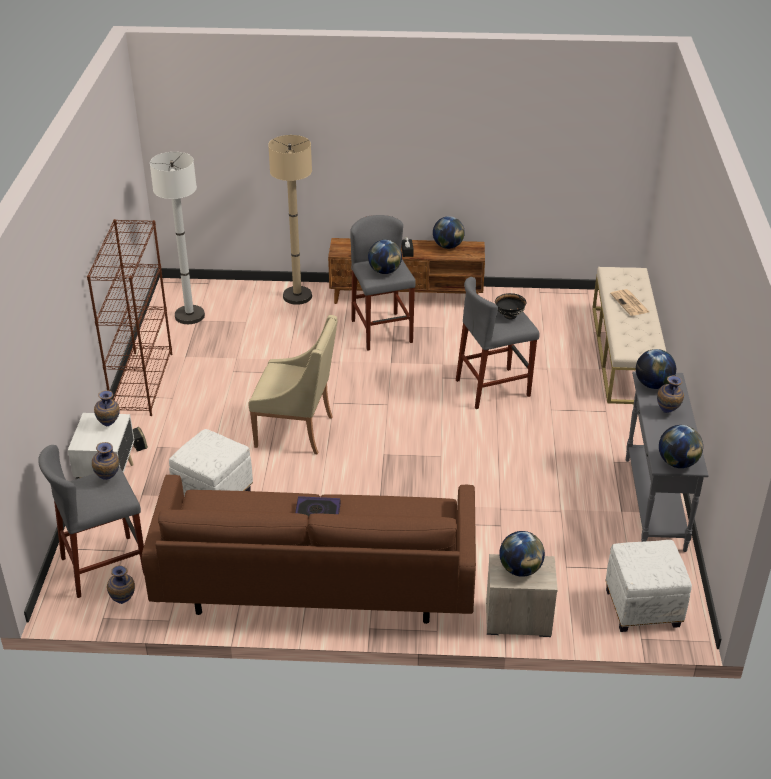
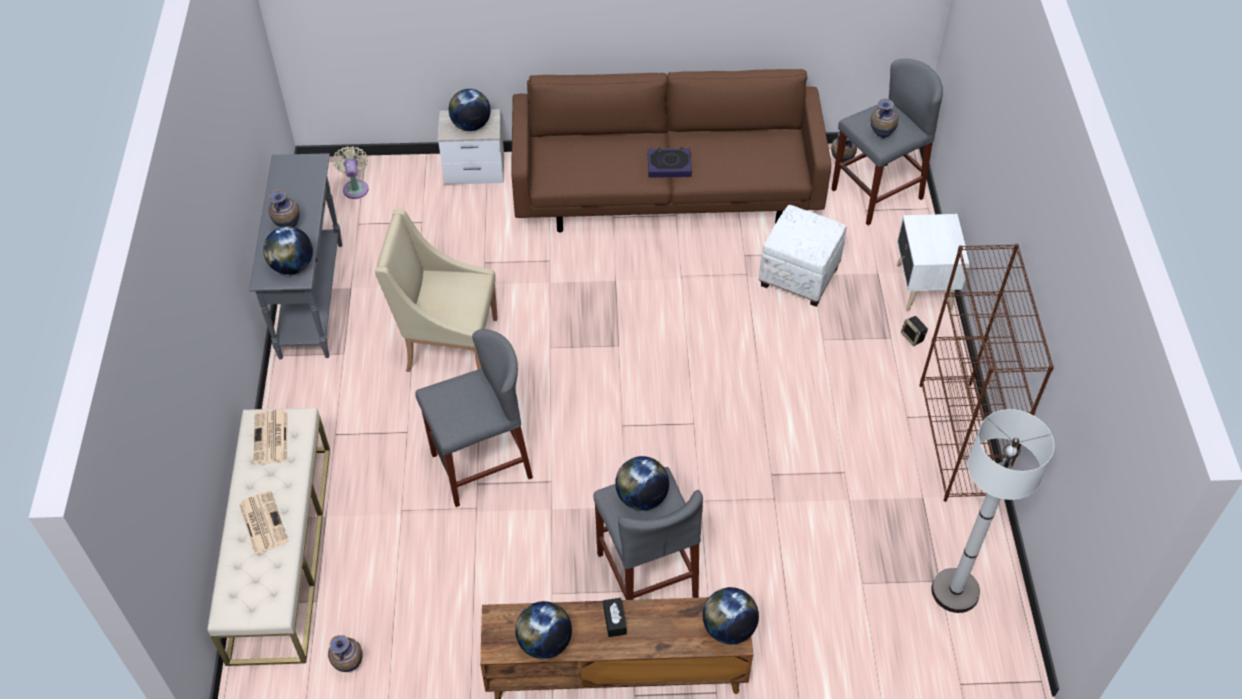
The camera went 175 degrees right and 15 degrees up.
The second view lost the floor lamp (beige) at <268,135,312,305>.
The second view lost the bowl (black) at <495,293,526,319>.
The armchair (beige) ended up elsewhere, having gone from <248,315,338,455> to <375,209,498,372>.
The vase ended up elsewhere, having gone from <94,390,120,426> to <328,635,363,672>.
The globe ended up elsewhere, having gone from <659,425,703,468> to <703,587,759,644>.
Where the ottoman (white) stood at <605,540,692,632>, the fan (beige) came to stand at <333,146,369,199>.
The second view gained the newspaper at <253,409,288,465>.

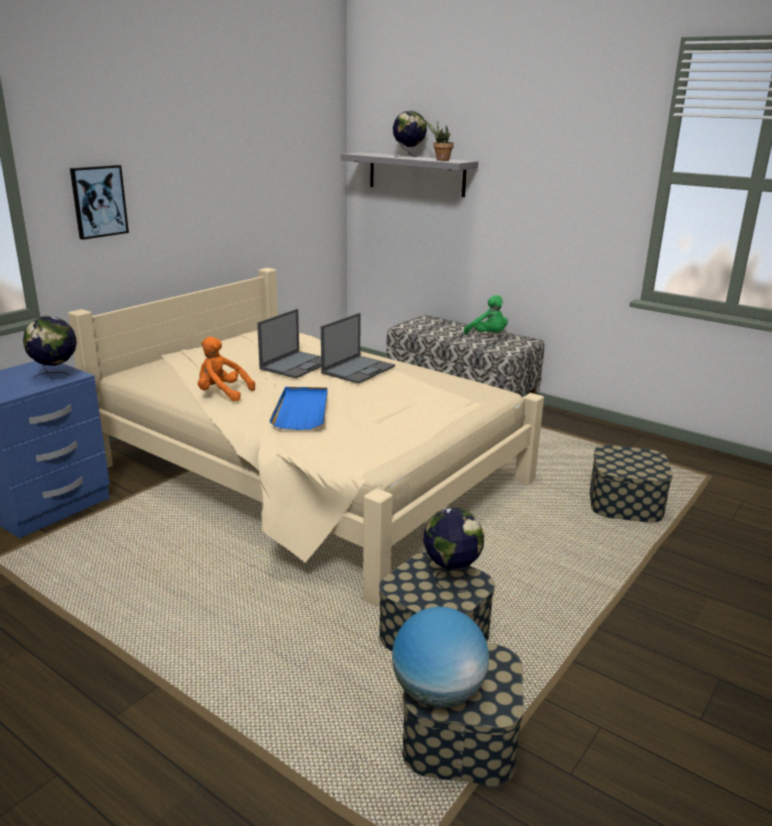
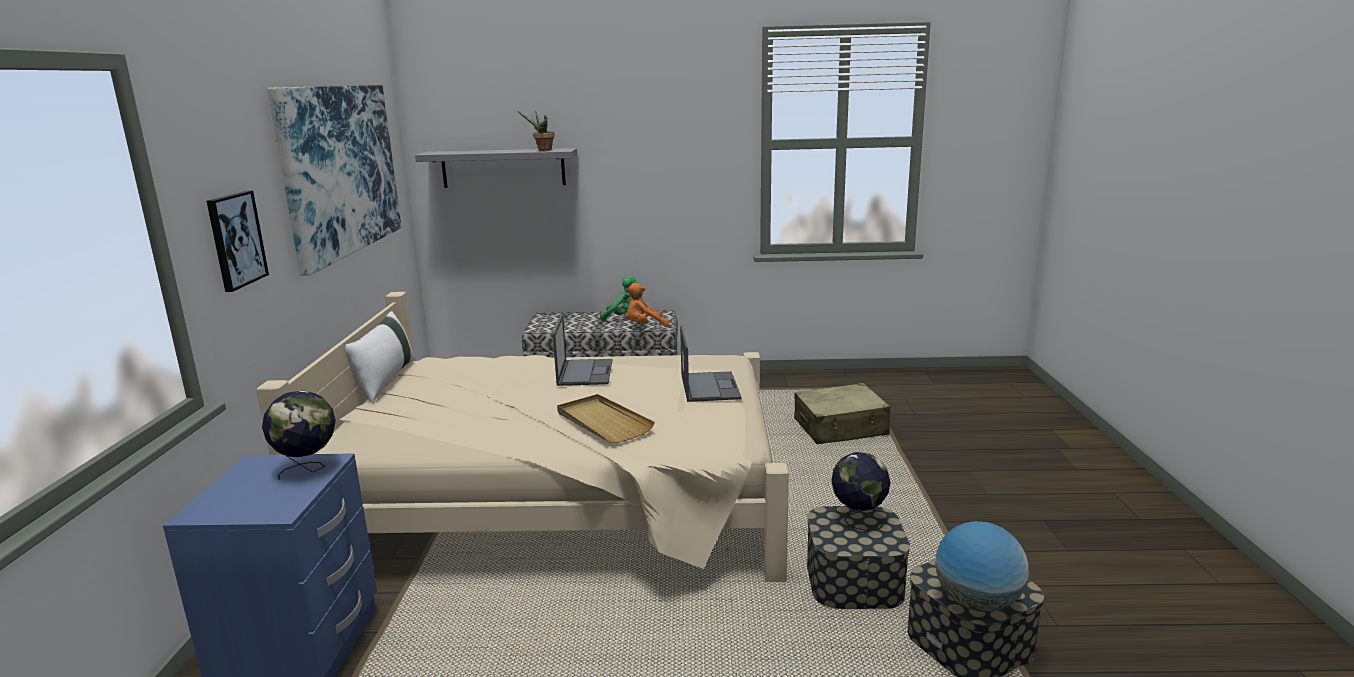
The camera went 35 degrees left and 5 degrees down.
The second view lost the globe at <393,111,427,157>.
The laptop ended up elsewhere, having gone from <257,309,321,378> to <680,326,742,402>.
The plush toy (orange) ended up elsewhere, having gone from <198,337,255,401> to <625,283,669,327>.
What was the tray (blue) at <269,387,328,430> turned into the tray (beige) at <557,394,655,443>.
Where the storage box stood at <590,445,673,523>, the suitcase (beige) came to stand at <794,383,890,444>.
The second view gained the picture at <267,85,401,276>.
The second view gained the pillow (white) at <345,311,415,403>.

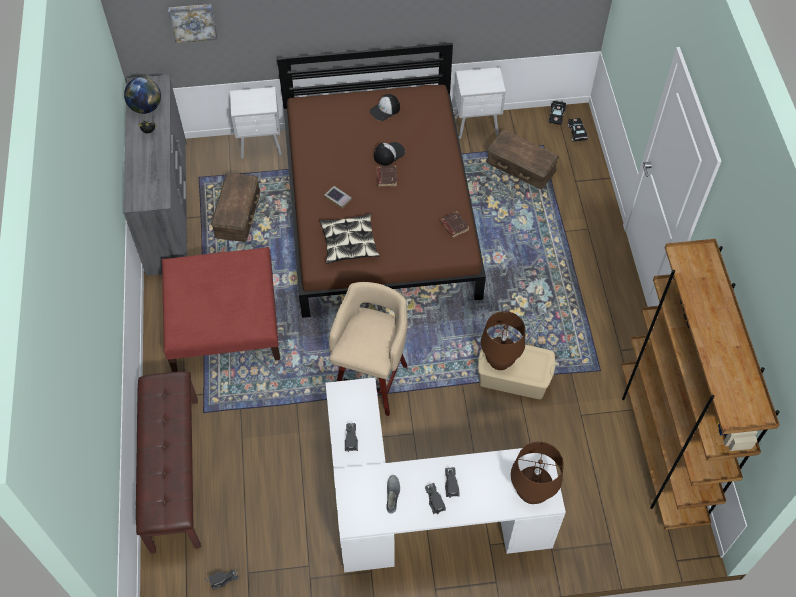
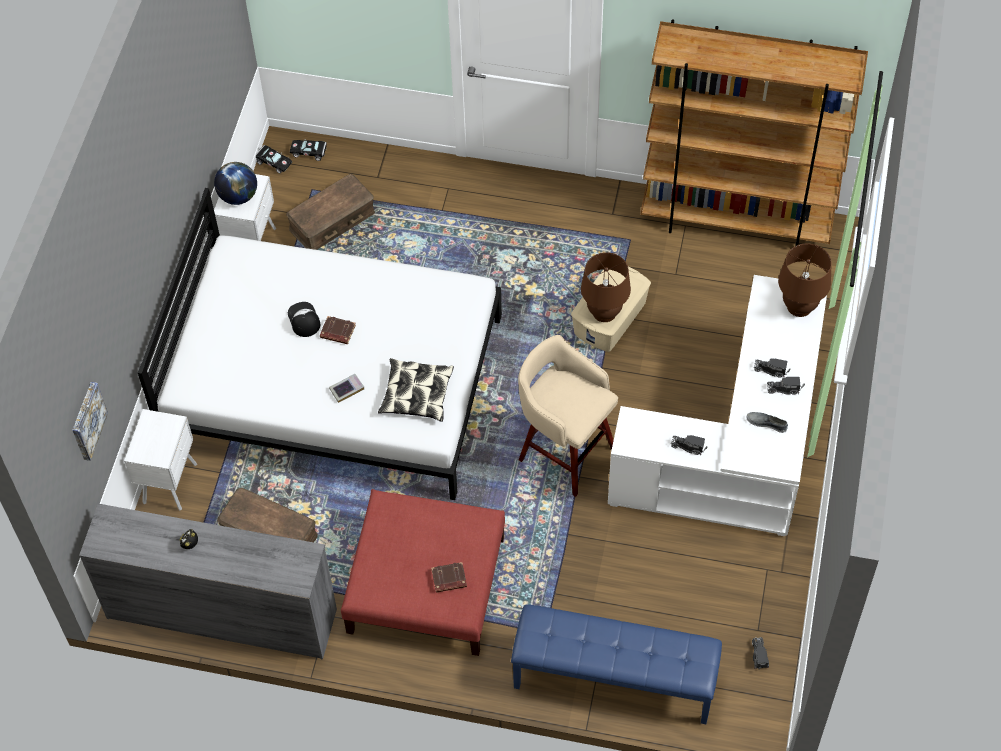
The camera went 70 degrees left and 0 degrees up.
What was the bed (brown) at <277,43,486,318> turned into the bed (white) at <138,188,502,500>.
The globe ended up elsewhere, having gone from <124,77,161,114> to <214,162,257,205>.
The second view lost the cap at <370,94,400,121>.
The book (brown) ended up elsewhere, having gone from <440,211,469,238> to <431,562,467,593>.
What was the bench (brown) at <136,371,201,553> turned into the bench (blue) at <511,604,722,724>.

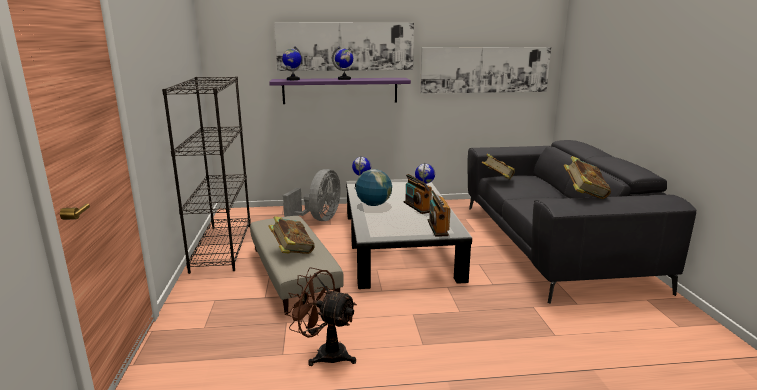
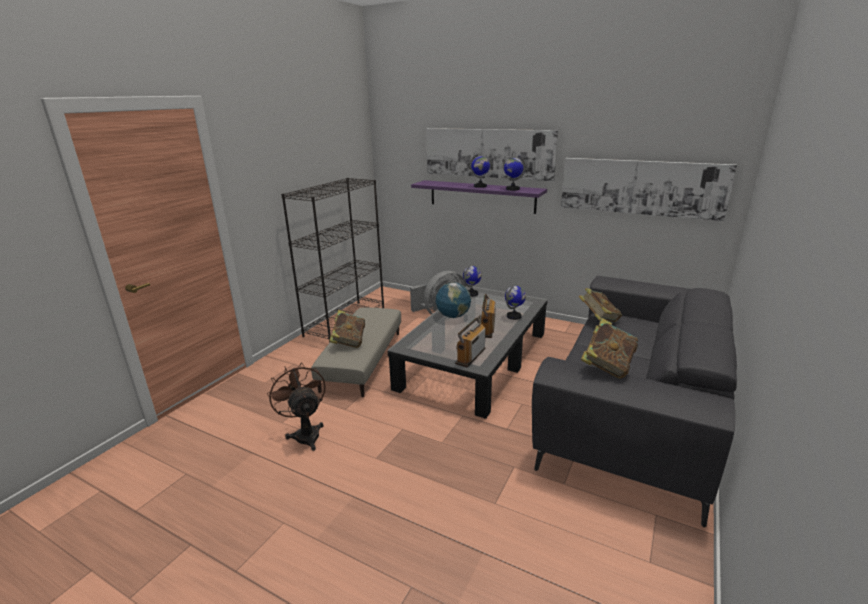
The camera went 35 degrees right and 5 degrees up.
The globe ended up elsewhere, having gone from <282,46,302,80> to <504,155,525,191>.

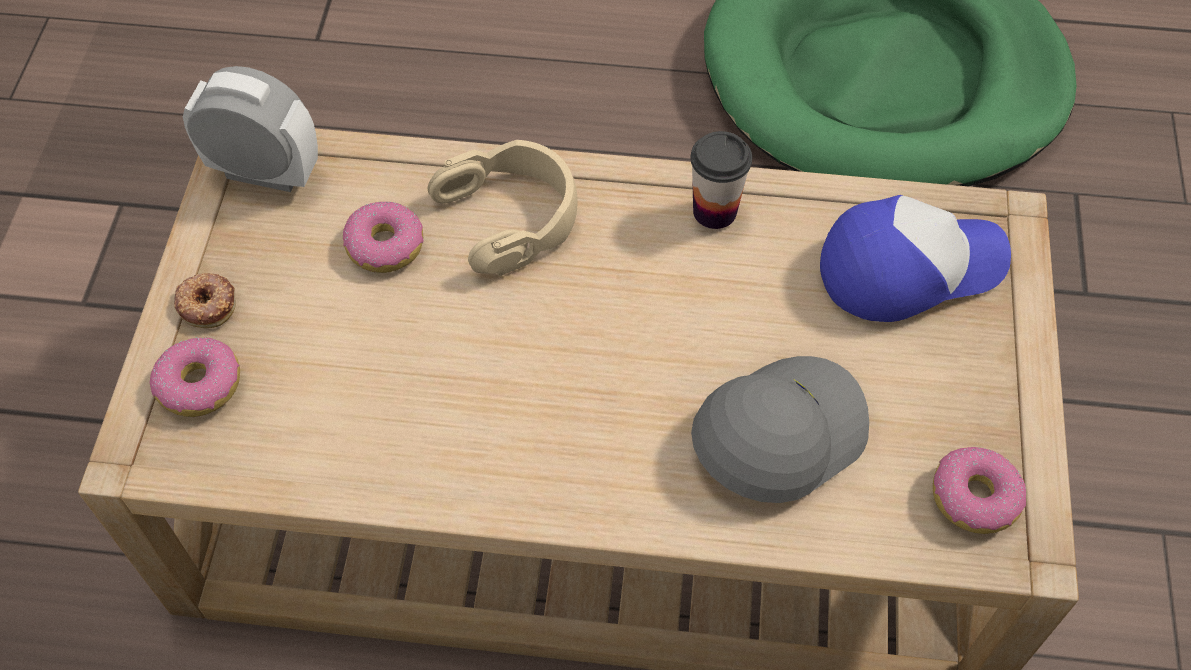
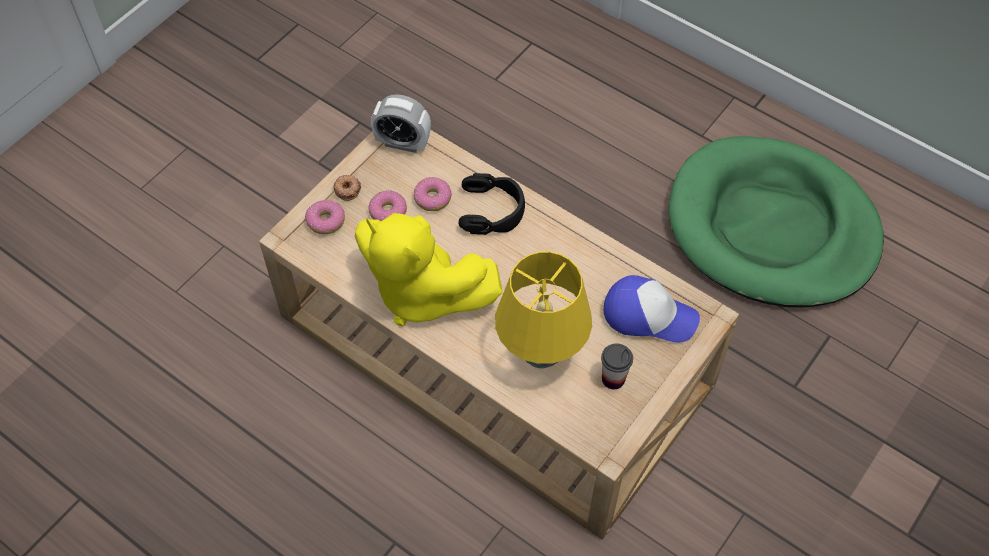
The camera went 30 degrees right and 0 degrees up.
The alarm clock at <183,66,318,192> ended up facing another way, 150 degrees clockwise from before.
The cup ended up elsewhere, having gone from <690,131,752,229> to <601,344,633,389>.
What was the headphones (beige) at <428,140,578,276> turned into the headphones (black) at <459,173,525,235>.
Where the cap (grey) stood at <691,356,869,503>, the table lamp (yellow) came to stand at <495,252,592,368>.
The donut ended up elsewhere, having gone from <933,447,1026,534> to <369,190,407,221>.
The second view gained the plush toy (yellow) at <355,213,503,327>.

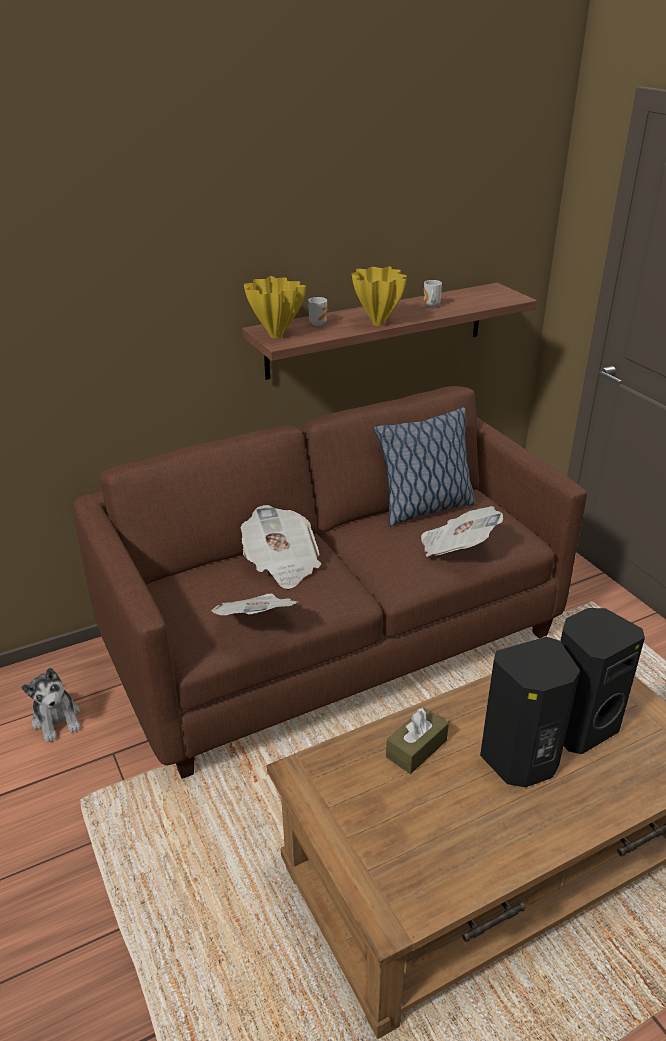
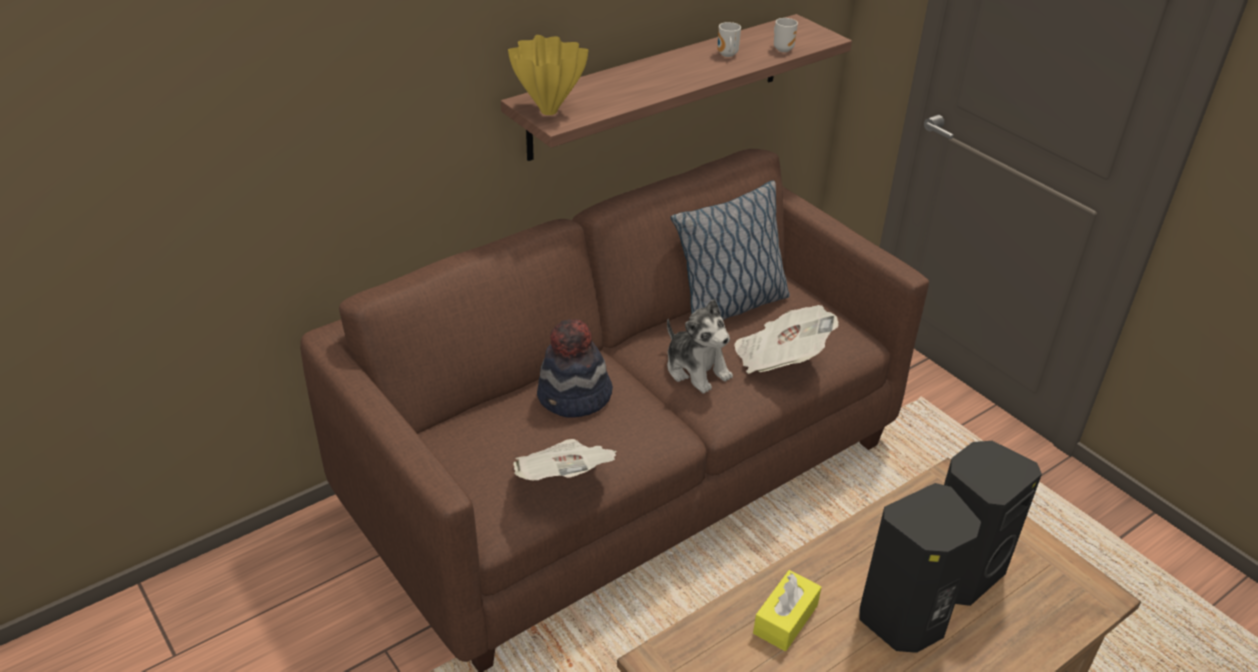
The camera went 10 degrees left and 5 degrees up.
The second view lost the vase (yellow) at <352,267,407,326>.
The mug ended up elsewhere, having gone from <308,297,327,326> to <774,18,798,52>.
Where the newspaper stood at <241,505,321,589>, the hat came to stand at <537,319,613,417>.
The plush toy ended up elsewhere, having gone from <21,667,81,743> to <667,299,733,393>.
What was the tissue box (brown) at <386,707,449,774> turned into the tissue box (yellow) at <753,570,821,651>.

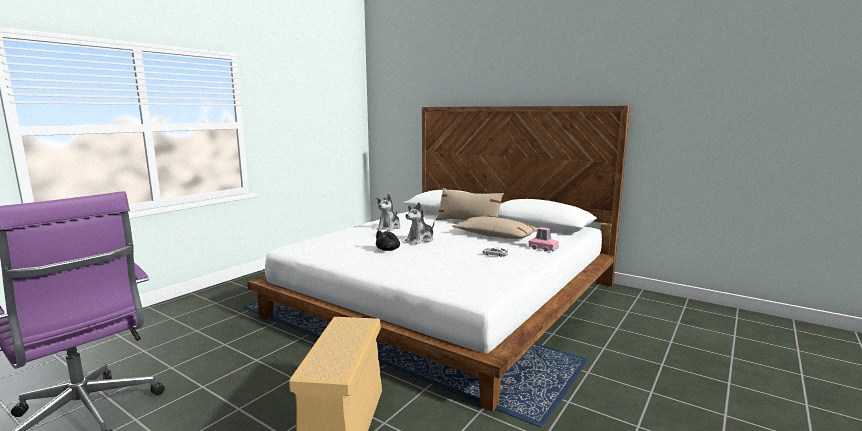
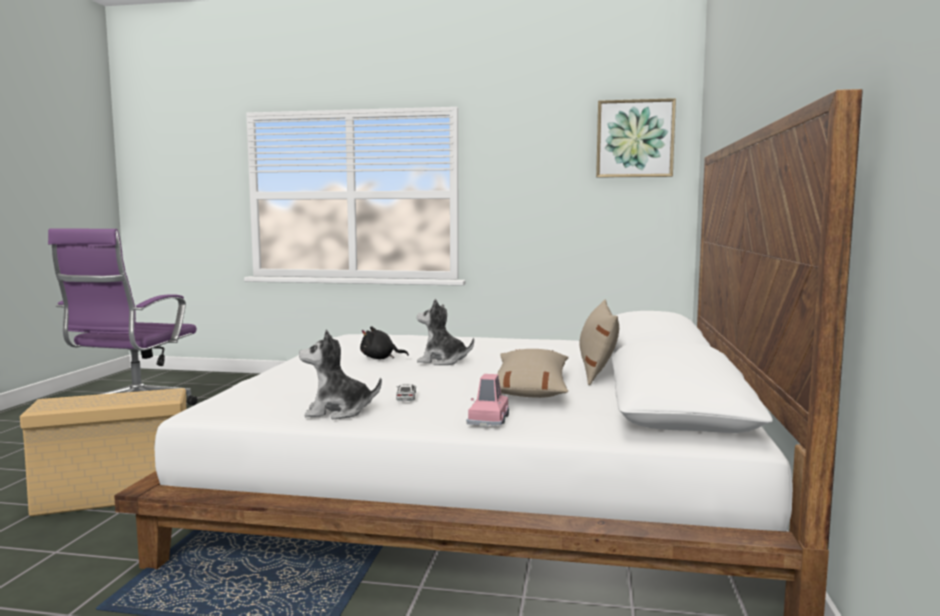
The camera went 65 degrees right and 5 degrees down.
The plush toy ended up elsewhere, having gone from <376,194,401,231> to <299,329,382,419>.
The second view gained the picture at <596,98,676,178>.

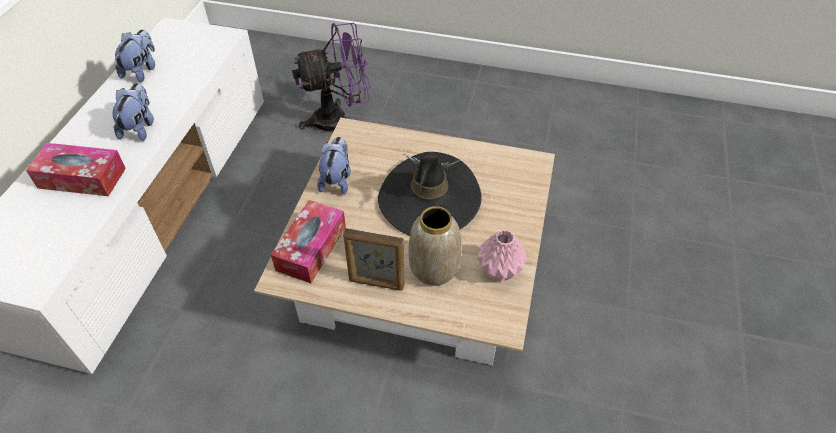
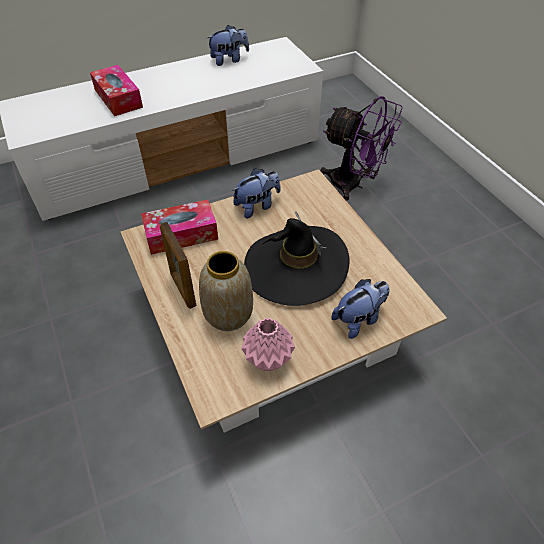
The camera went 50 degrees right and 0 degrees up.
The plush toy ended up elsewhere, having gone from <113,83,154,141> to <331,279,390,339>.

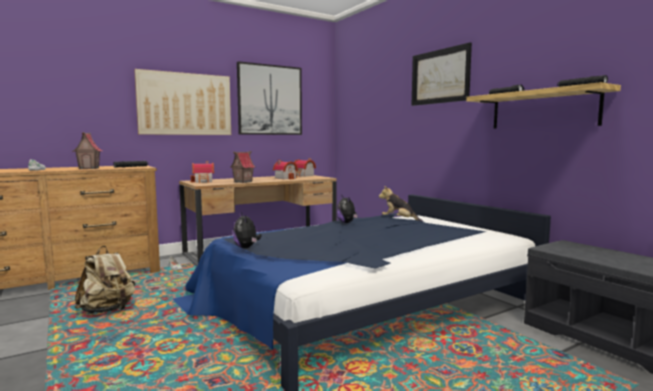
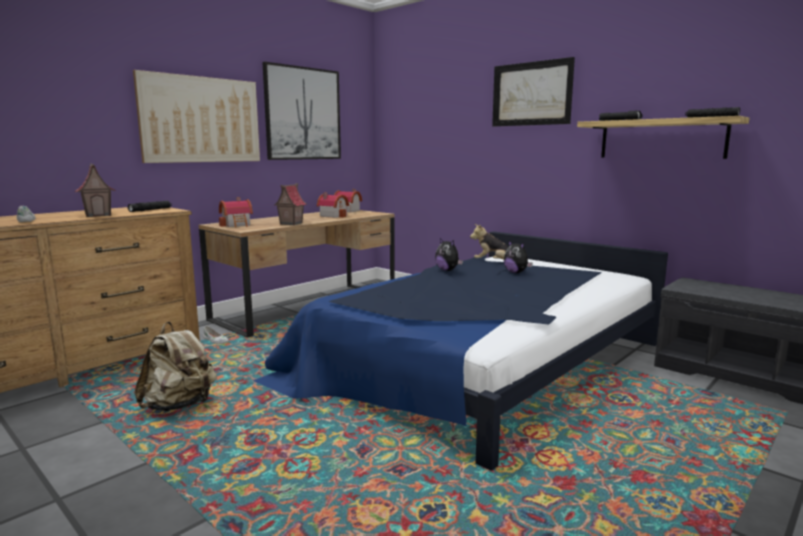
The camera went 15 degrees left and 5 degrees up.
The plush toy ended up elsewhere, having gone from <233,212,261,248> to <504,241,533,273>.

